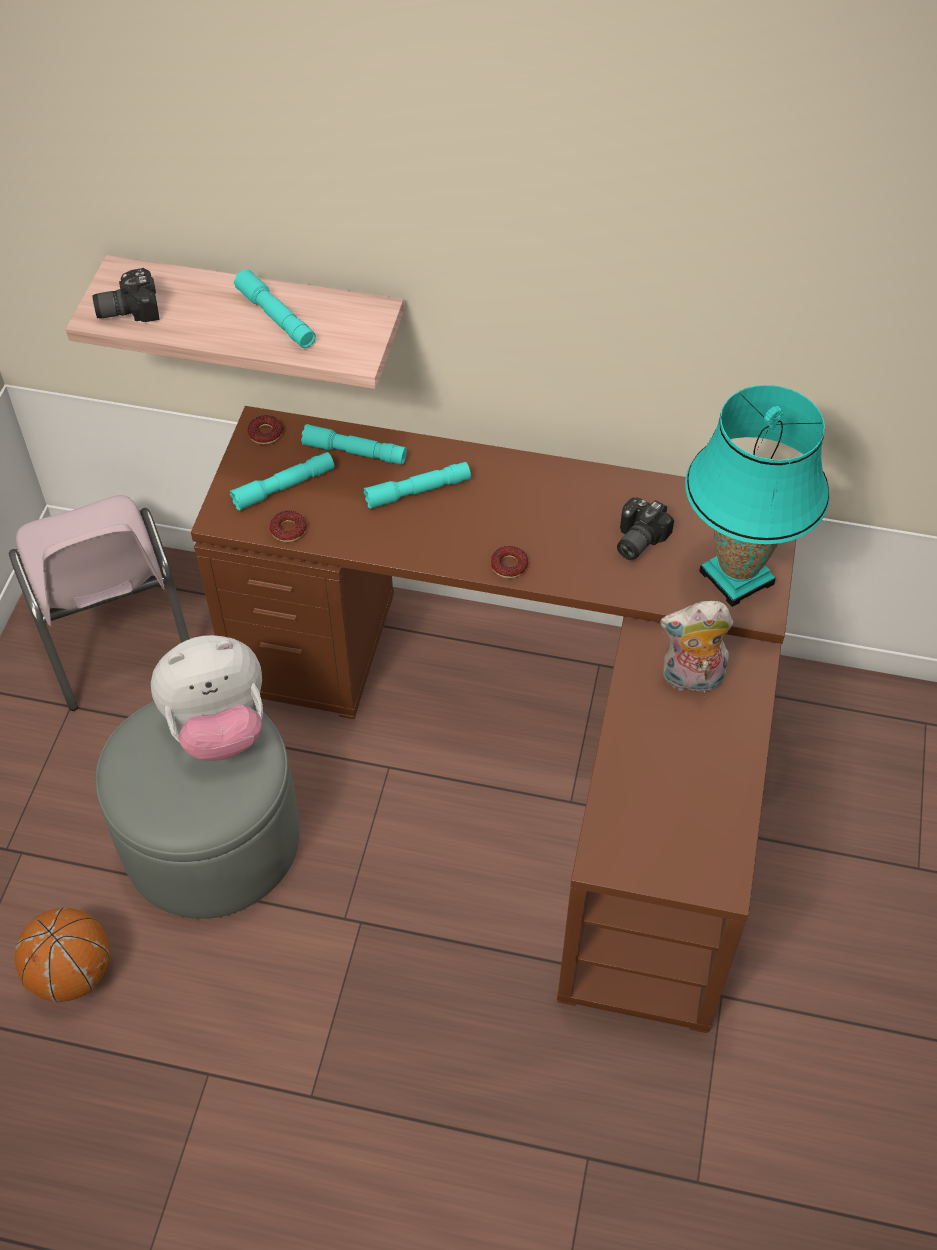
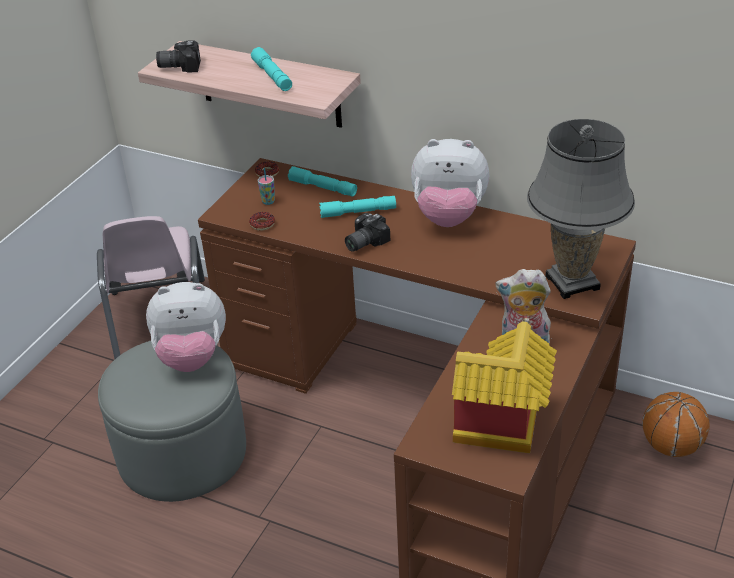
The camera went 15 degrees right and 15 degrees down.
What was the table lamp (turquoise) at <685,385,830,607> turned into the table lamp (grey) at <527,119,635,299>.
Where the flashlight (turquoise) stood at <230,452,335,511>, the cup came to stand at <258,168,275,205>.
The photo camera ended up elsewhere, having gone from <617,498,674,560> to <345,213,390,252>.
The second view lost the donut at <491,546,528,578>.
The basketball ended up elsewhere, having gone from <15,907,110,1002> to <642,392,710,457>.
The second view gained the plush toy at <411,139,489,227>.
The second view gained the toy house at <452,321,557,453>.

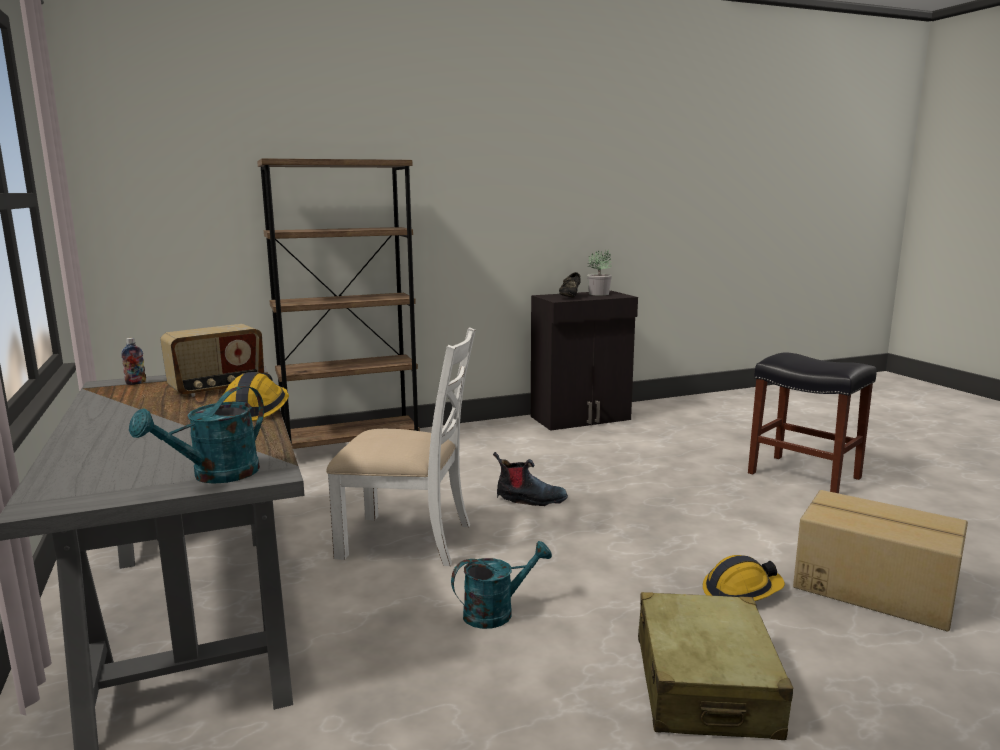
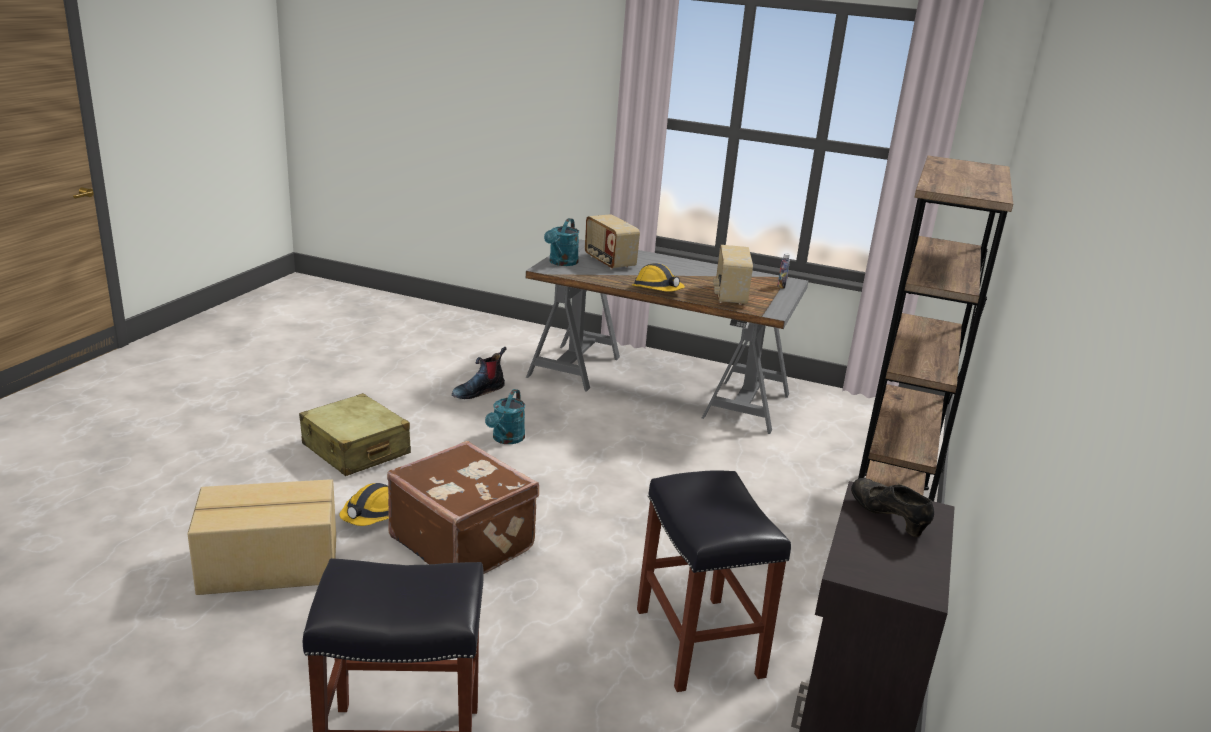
The camera went 130 degrees right and 10 degrees up.
The second view lost the potted plant at <587,250,612,296>.
The second view lost the chair (white) at <326,327,476,566>.
The watering can (turquoise) at <129,386,264,484> ended up facing another way, 150 degrees counterclockwise from before.
The boot ended up elsewhere, having gone from <493,452,568,506> to <452,347,507,399>.
The second view gained the radio at <585,214,640,269>.
The second view gained the suitcase (brown) at <387,441,539,574>.
The second view gained the stool (black) at <637,470,791,692>.

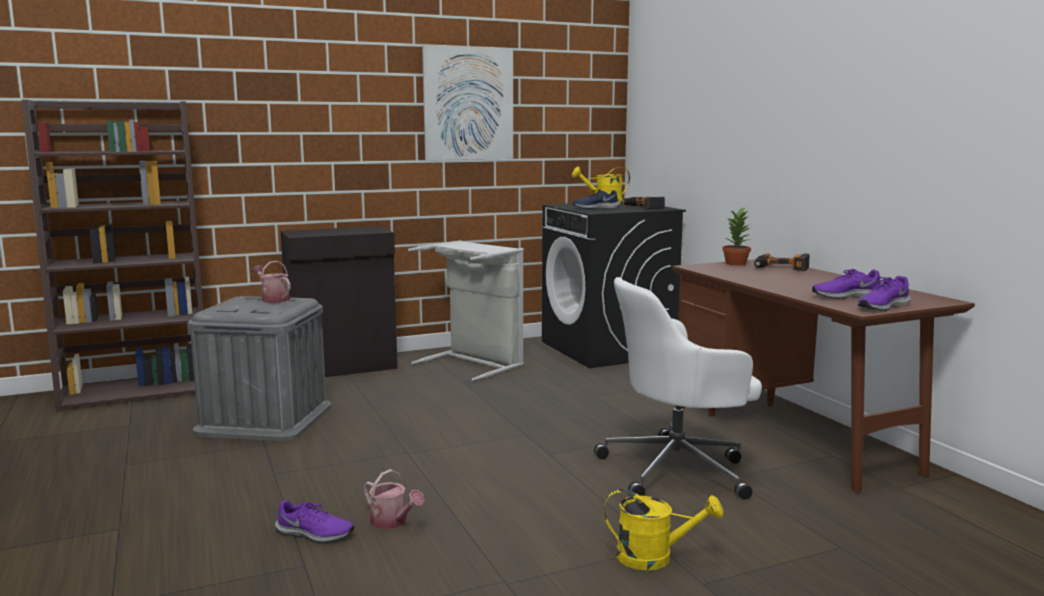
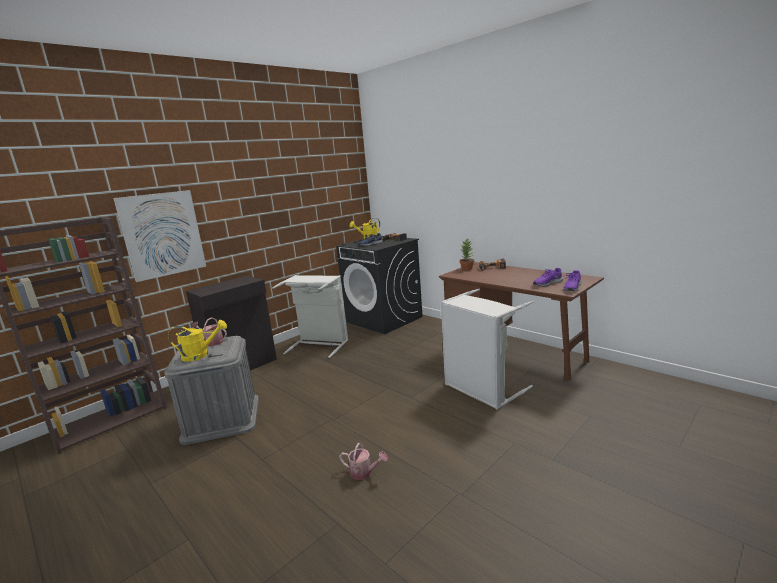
The camera went 20 degrees left and 5 degrees up.
The picture ended up elsewhere, having gone from <422,45,513,160> to <113,190,206,282>.
Where the office chair (white) stood at <594,277,762,500>, the laundry basket (grey) came to stand at <441,288,534,410>.
The watering can (yellow) ended up elsewhere, having gone from <604,489,724,570> to <168,320,227,362>.
The second view lost the shoe (purple) at <275,500,354,543>.

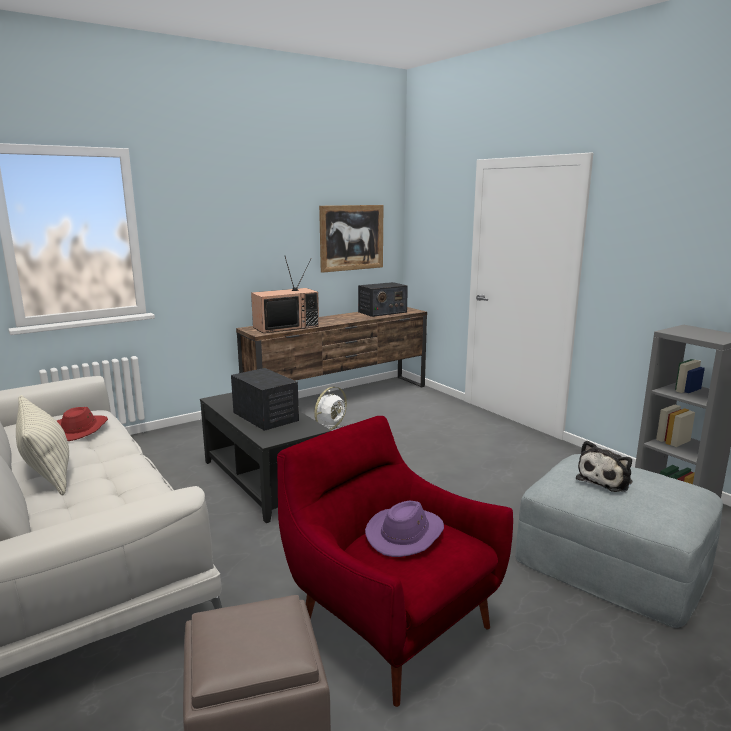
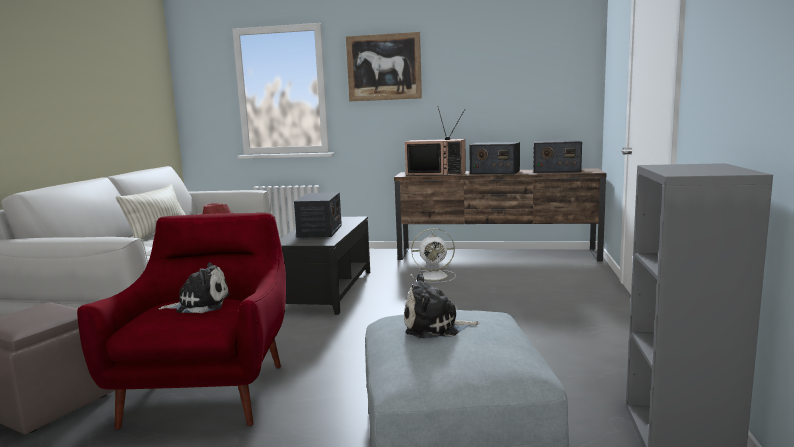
The camera went 45 degrees right and 5 degrees down.
The picture ended up elsewhere, having gone from <319,205,383,273> to <346,32,422,101>.
Where the hat (purple) stood at <365,501,444,557>, the plush toy came to stand at <158,263,230,313>.
The second view gained the radio at <469,142,520,174>.

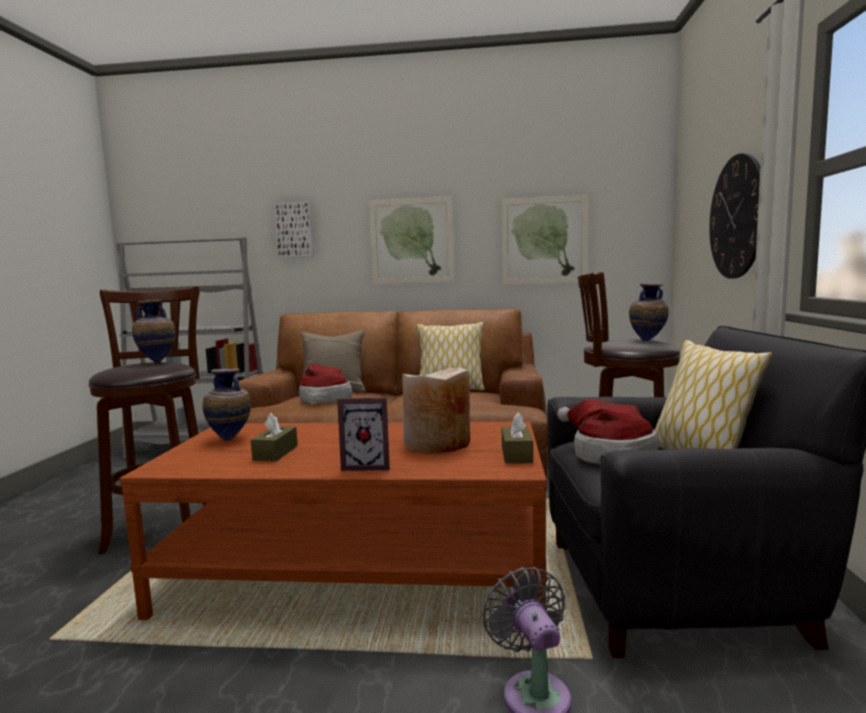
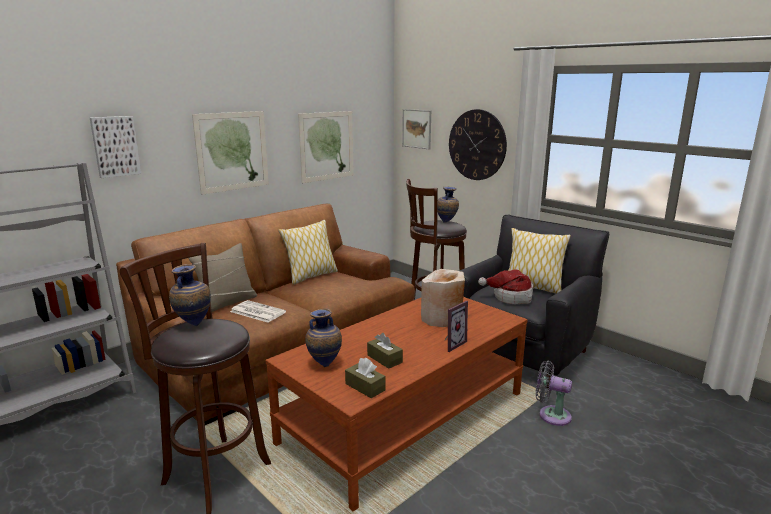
The camera went 50 degrees left and 10 degrees up.
Where the hat stood at <299,364,352,404>, the newspaper came to stand at <230,300,286,323>.
The tissue box (brown) ended up elsewhere, having gone from <502,412,533,463> to <345,358,386,398>.
The second view gained the picture at <402,109,431,150>.

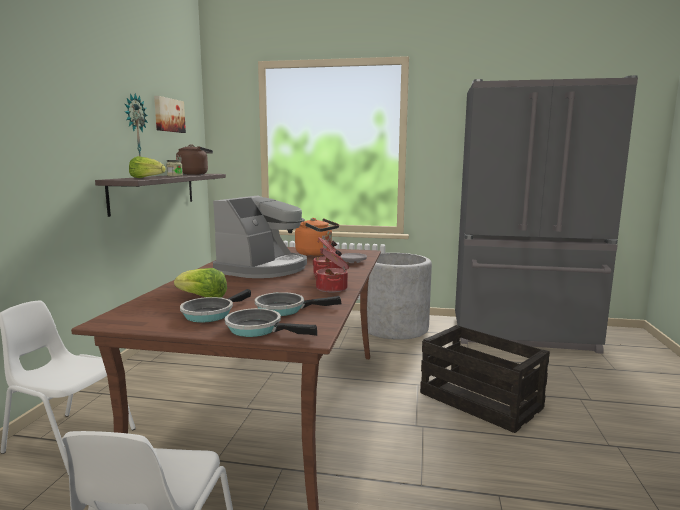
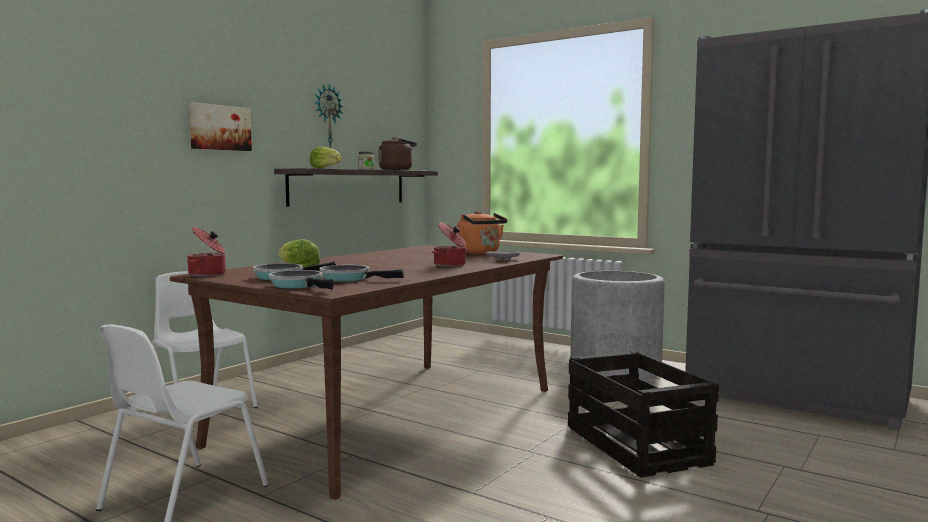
The camera went 25 degrees right and 5 degrees down.
The picture ended up elsewhere, having gone from <154,96,186,133> to <189,102,252,151>.
The second view lost the coffee machine at <213,196,307,278>.
The cooking pot ended up elsewhere, having gone from <315,248,349,292> to <187,227,226,277>.

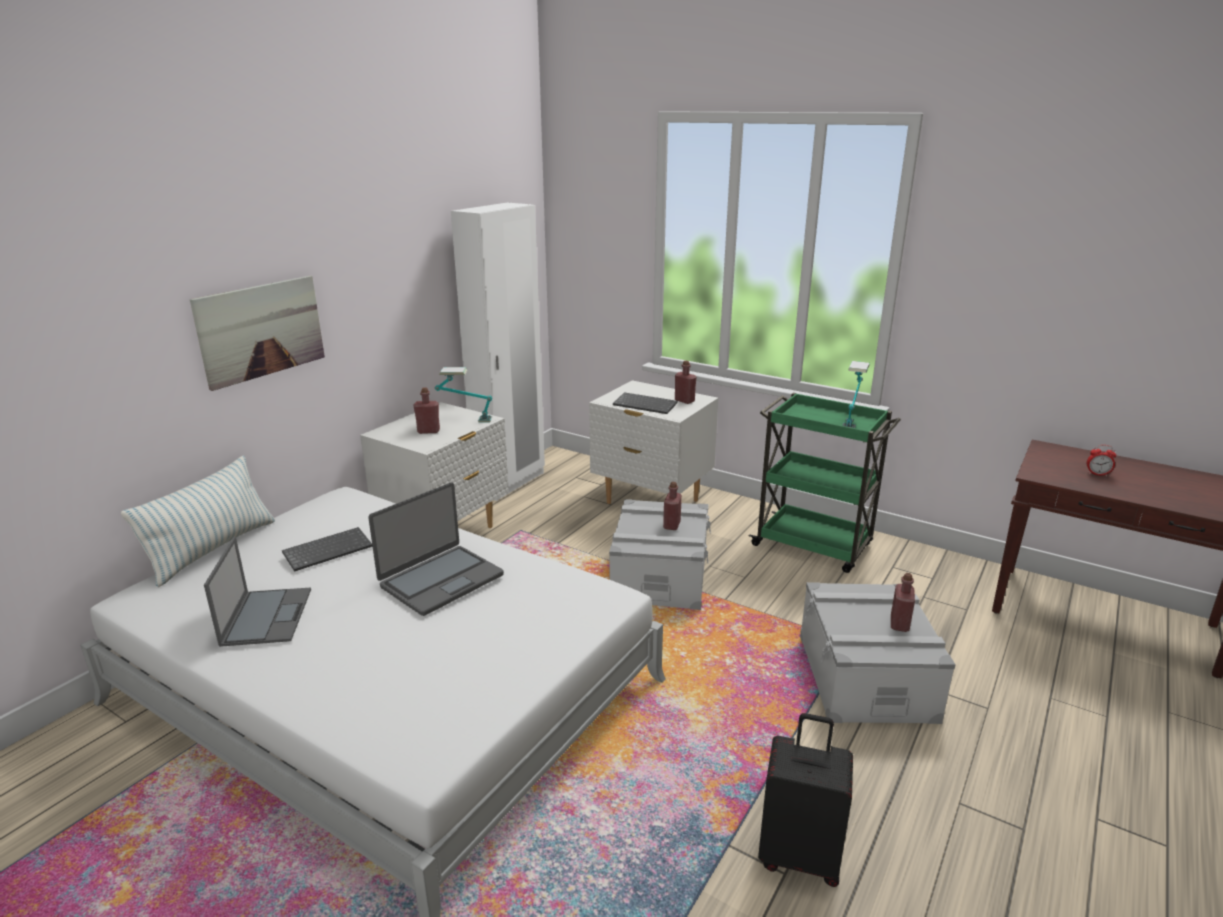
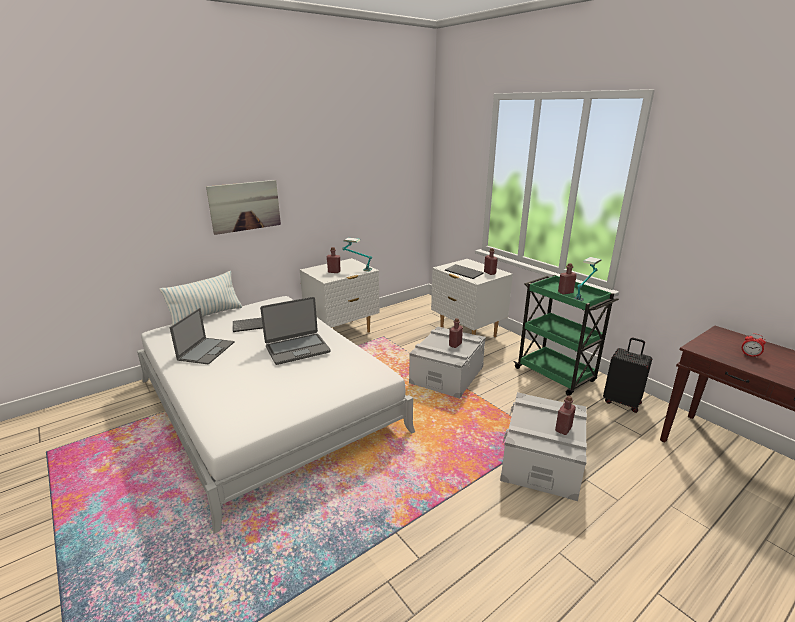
The camera went 20 degrees right and 0 degrees up.
The second view lost the wardrobe (white) at <451,203,545,501>.
The suitcase (black) ended up elsewhere, having gone from <758,713,853,887> to <603,337,652,413>.
The second view gained the bottle (red) at <558,263,577,295>.

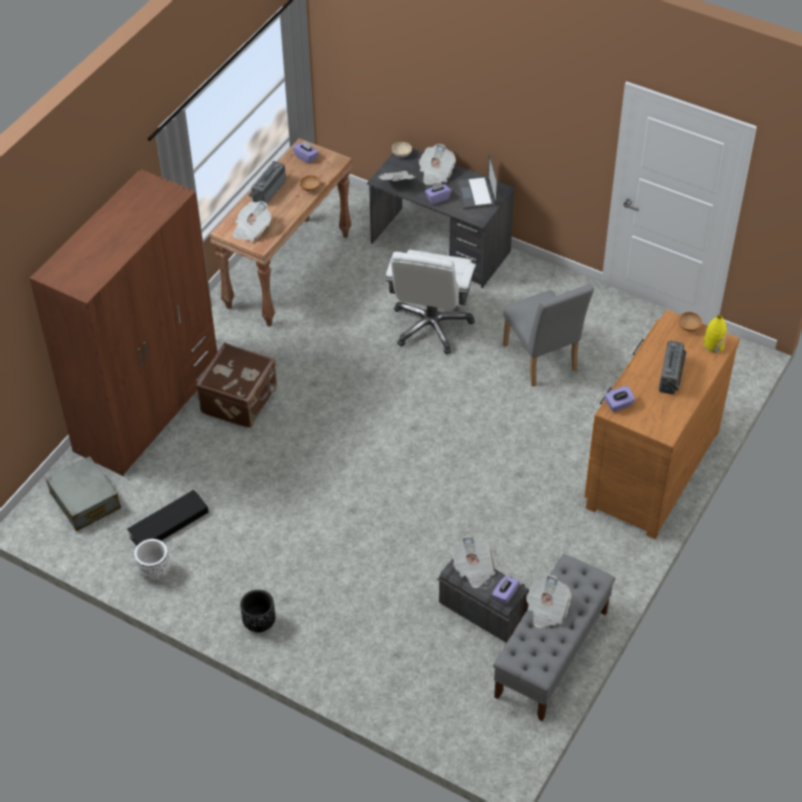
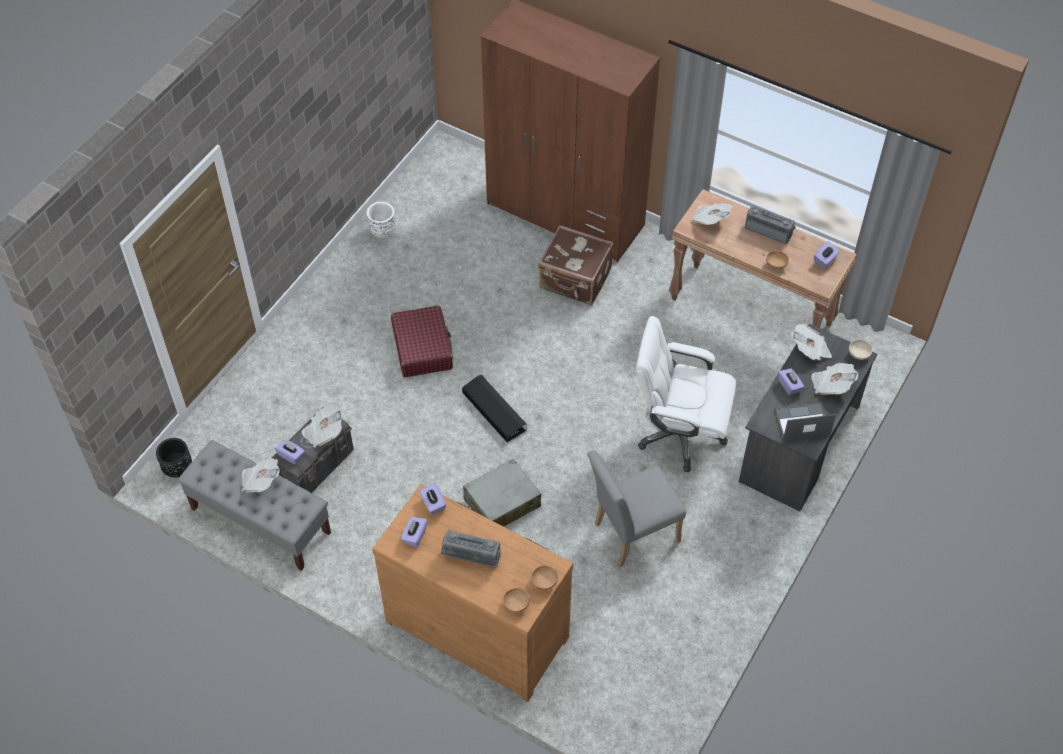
The camera went 90 degrees right and 5 degrees up.
Where the vase (yellow) stood at <703,315,727,353>, the bowl (brown) came to stand at <503,588,530,613>.
The suitcase (grey) ended up elsewhere, having gone from <46,456,121,531> to <463,459,541,527>.
The storage box (black) ended up elsewhere, having gone from <127,490,209,546> to <462,374,527,442>.
The planter (black) ended up elsewhere, having gone from <240,590,276,633> to <156,438,192,478>.
The second view gained the suitcase (red) at <391,305,453,377>.
The second view gained the tissue box (purple) at <401,516,428,547>.

